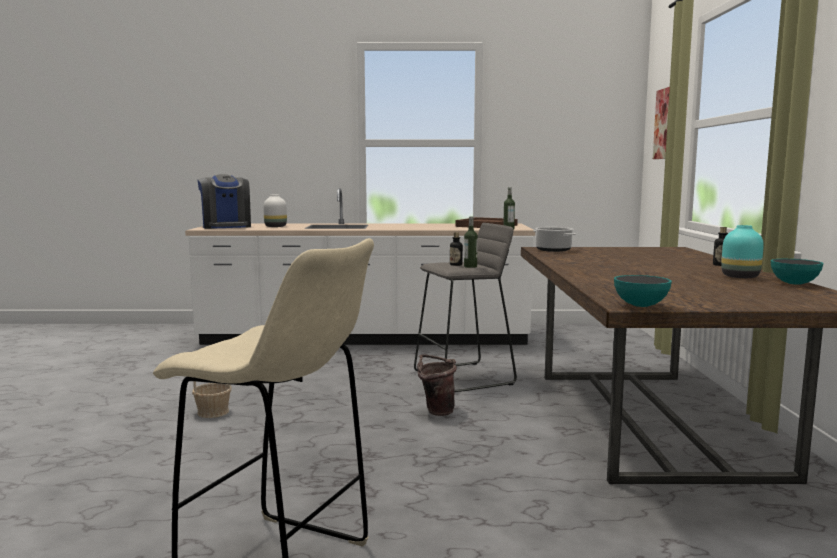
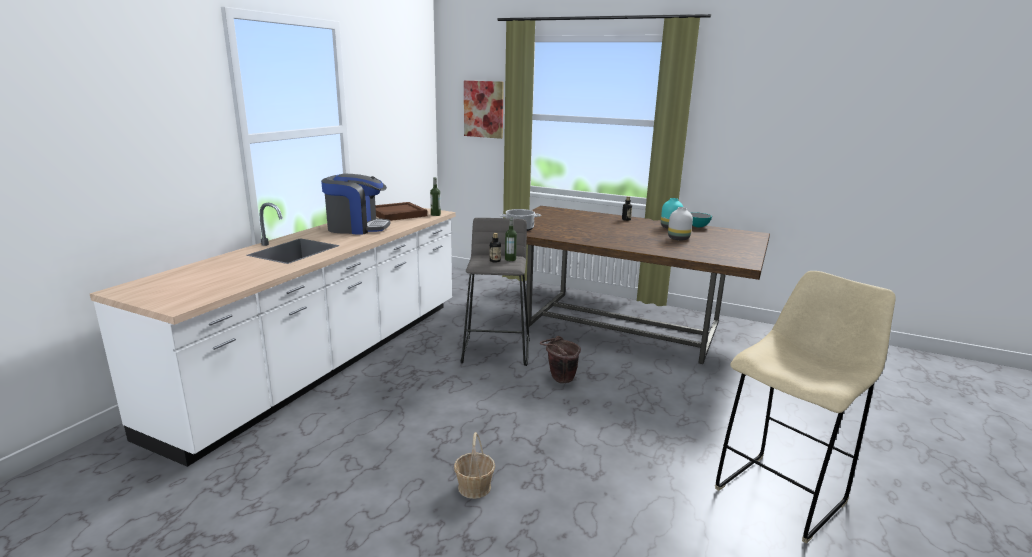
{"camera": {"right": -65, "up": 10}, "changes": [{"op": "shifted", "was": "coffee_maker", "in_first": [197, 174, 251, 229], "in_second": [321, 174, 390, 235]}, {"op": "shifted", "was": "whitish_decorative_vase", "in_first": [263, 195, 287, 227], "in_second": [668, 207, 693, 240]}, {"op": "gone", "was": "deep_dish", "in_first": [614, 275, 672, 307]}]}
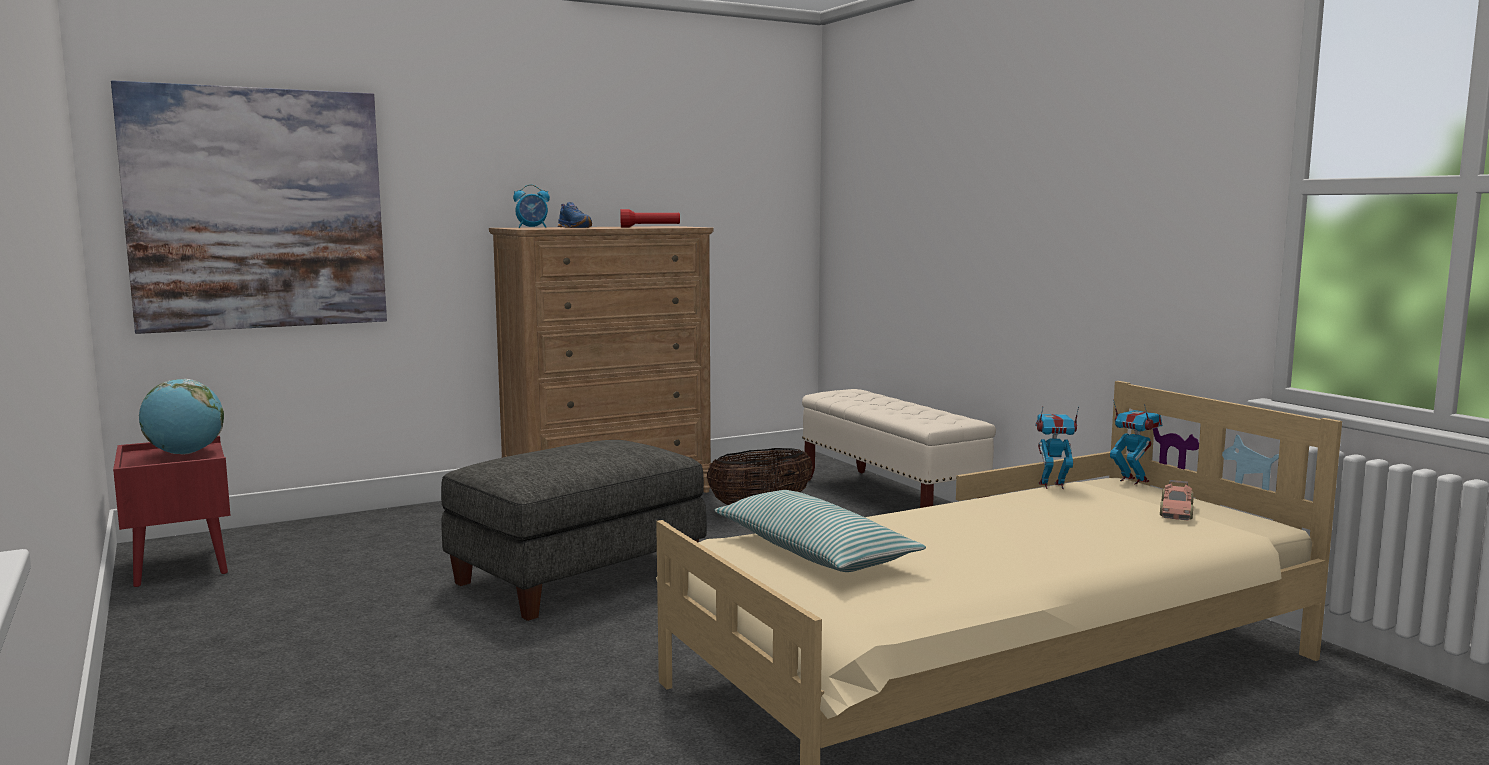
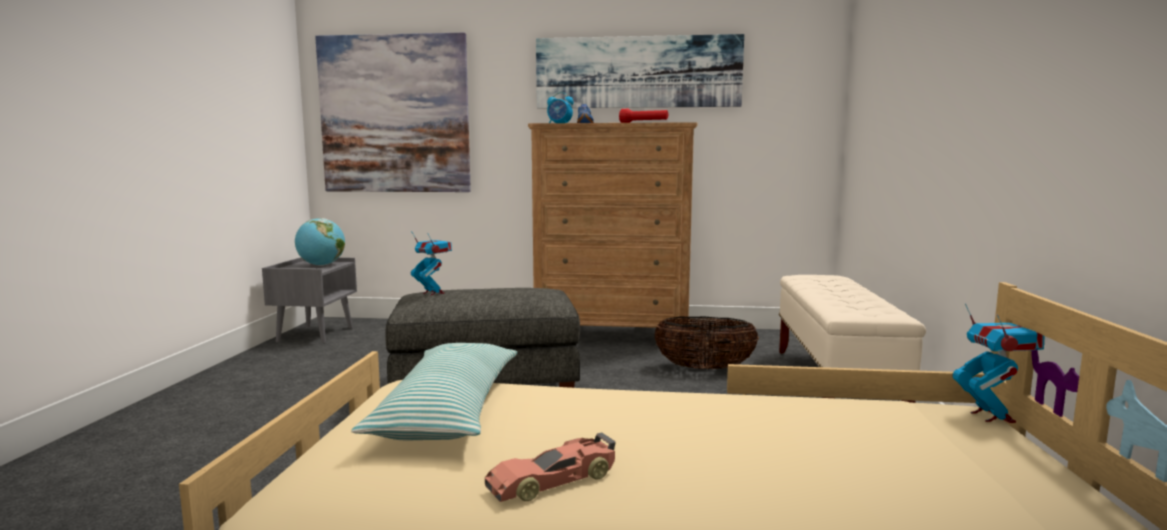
{"camera": {"right": 35, "up": 0}, "changes": [{"op": "repainted", "was": "reddish_night_table", "now": "greyish_night_table", "in_first": [113, 436, 230, 587], "in_second": [262, 257, 357, 344]}, {"op": "shifted", "was": "model_robot", "in_first": [1035, 407, 1079, 489], "in_second": [411, 232, 452, 295]}, {"op": "shifted", "was": "miniature_car", "in_first": [1160, 480, 1194, 521], "in_second": [485, 432, 616, 502]}, {"op": "new", "now": "wall_art", "in_second": [536, 34, 744, 108]}]}
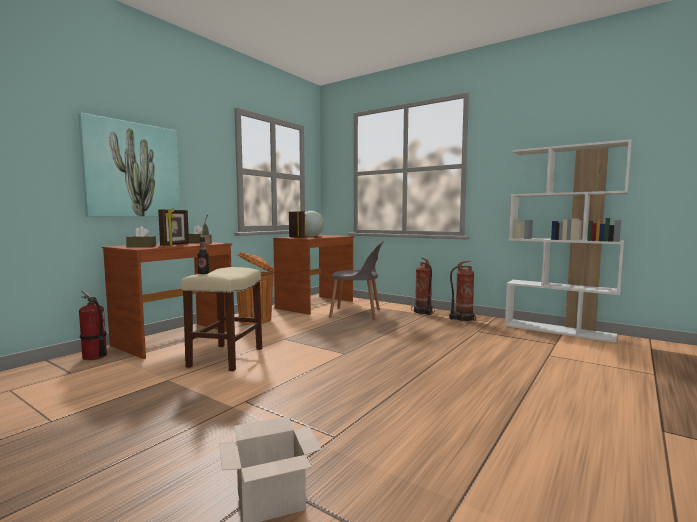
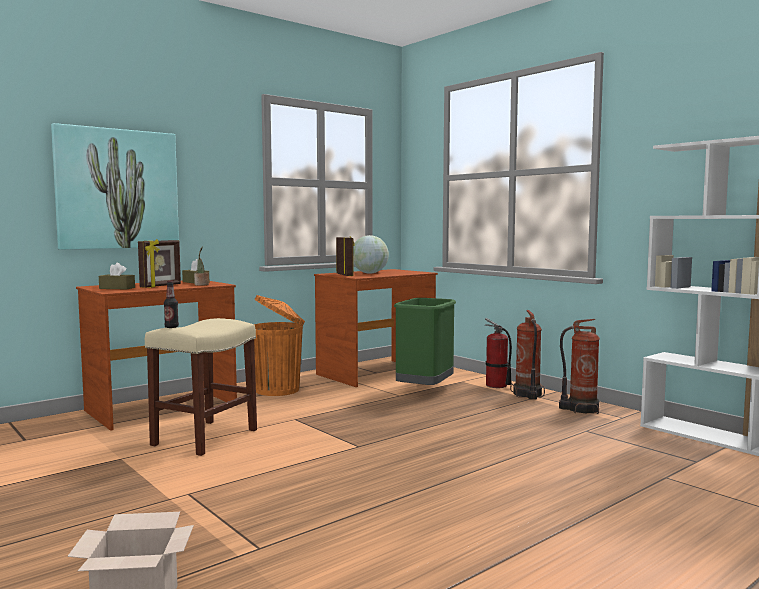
{"camera": {"right": 15, "up": 0}, "changes": [{"op": "swapped", "was": "greyish_upright_chair", "now": "green-coloured_rubbish_bin", "in_first": [329, 240, 384, 320], "in_second": [394, 298, 456, 385]}, {"op": "shifted", "was": "extinguisher", "in_first": [79, 290, 107, 360], "in_second": [484, 318, 512, 388]}]}
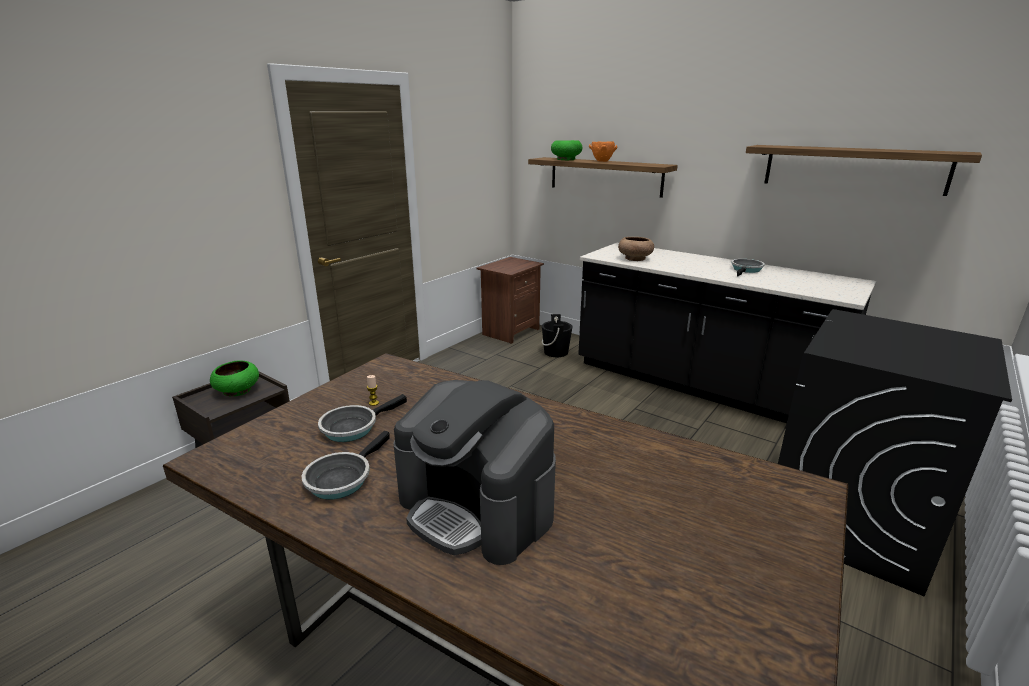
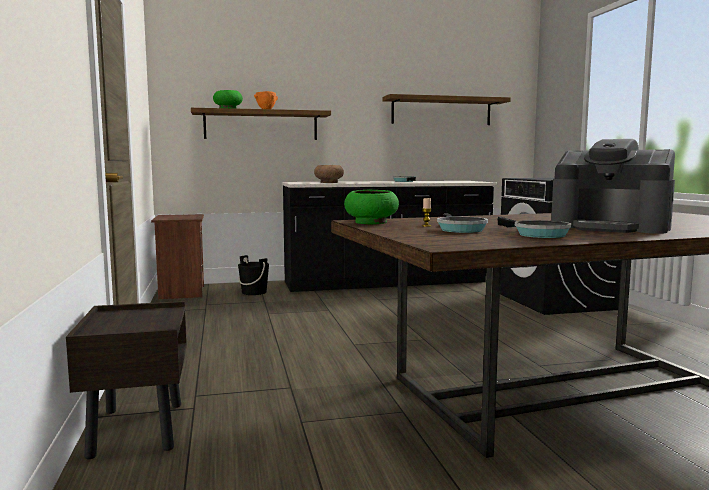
{"camera": {"right": -50, "up": -15}, "changes": [{"op": "shifted", "was": "green-coloured_deep_dish", "in_first": [210, 361, 259, 397], "in_second": [344, 190, 399, 224]}, {"op": "rotated", "was": "coffee_maker", "in_first": [393, 380, 556, 565], "in_second": [551, 139, 675, 234], "clockwise": 45}]}
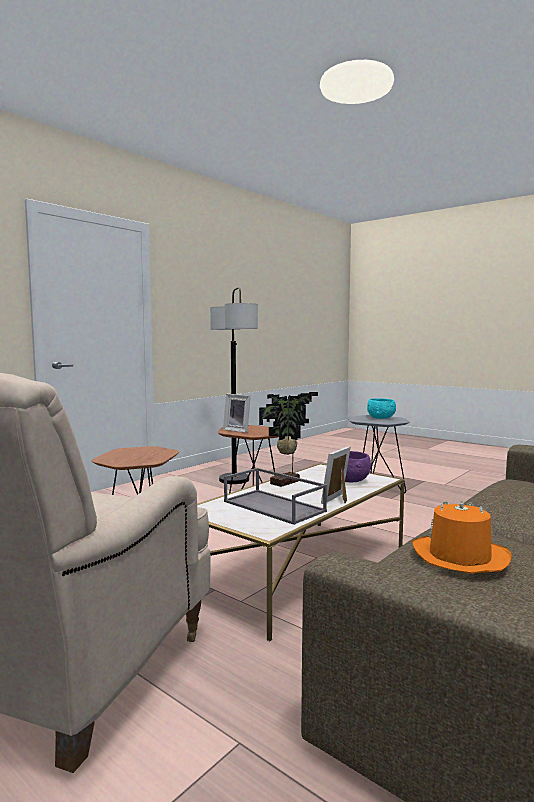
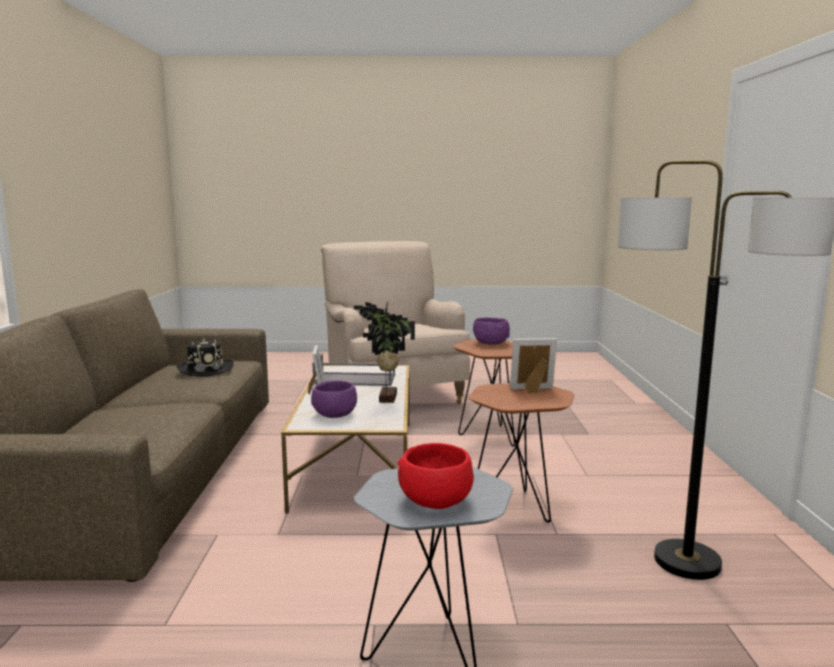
{"camera": {"right": 140, "up": 5}, "changes": [{"op": "repainted", "was": "orange_hat", "now": "blackish_hat", "in_first": [412, 500, 512, 574], "in_second": [176, 338, 233, 376]}, {"op": "repainted", "was": "turquoise-coloured_deep_dish", "now": "reddish_deep_dish", "in_first": [367, 398, 396, 419], "in_second": [398, 443, 474, 509]}, {"op": "new", "now": "purple_deep_dish", "in_second": [473, 318, 510, 345]}]}
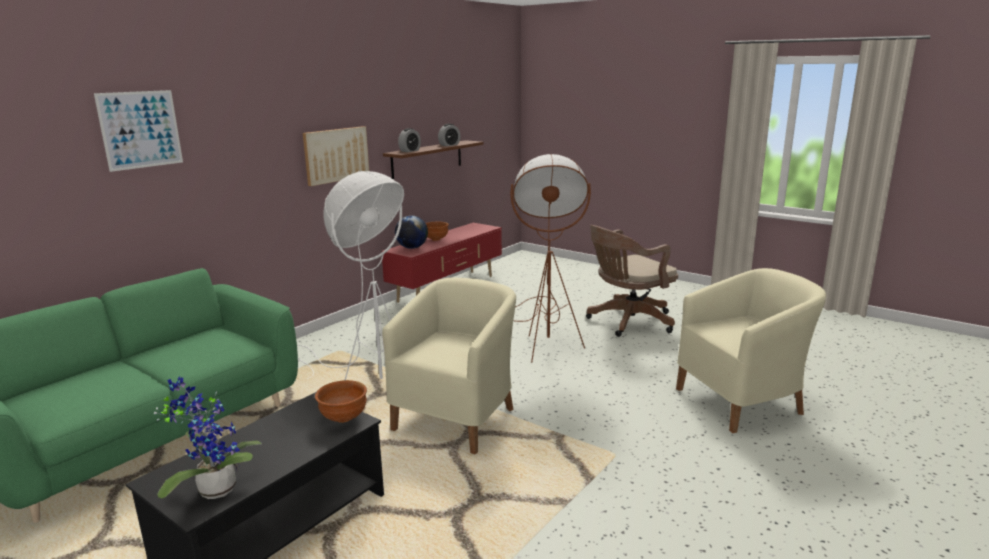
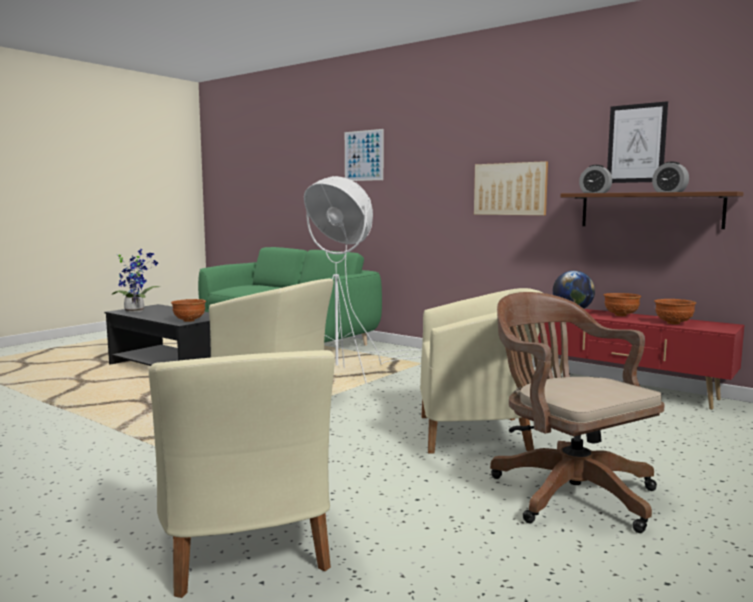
{"camera": {"right": 90, "up": -10}, "changes": [{"op": "swapped", "was": "brownish_standard_lamp", "now": "sand-coloured_easy_chair", "in_first": [510, 154, 591, 363], "in_second": [420, 288, 543, 453]}, {"op": "new", "now": "wall_art", "in_second": [607, 101, 668, 183]}, {"op": "new", "now": "brownish_deep_dish", "in_second": [654, 299, 696, 324]}]}
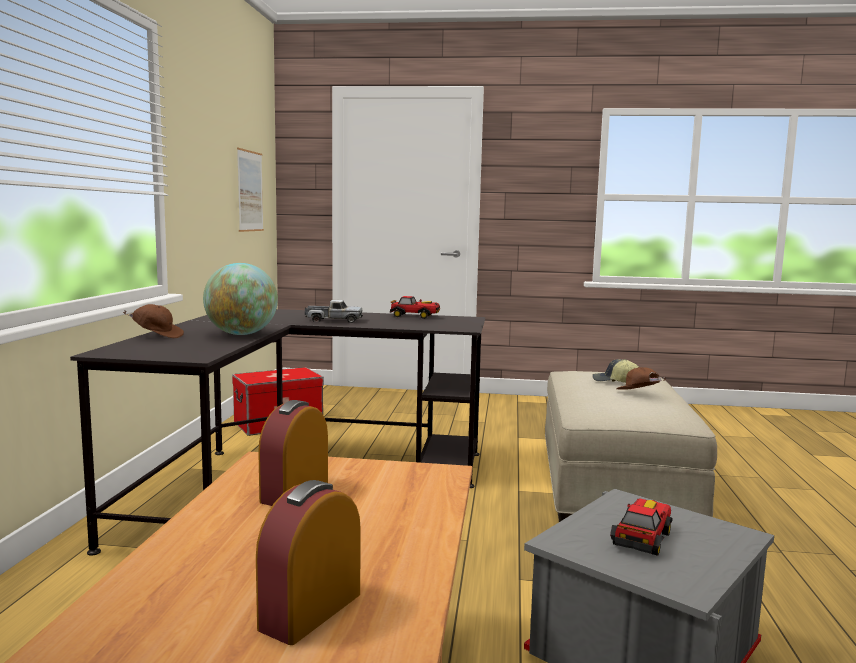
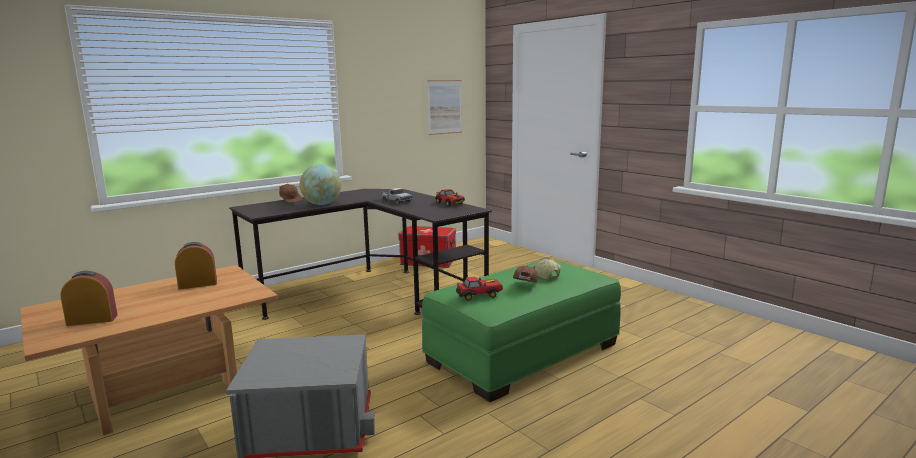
{"camera": {"right": 45, "up": 5}, "changes": [{"op": "repainted", "was": "sand-coloured_ottoman", "now": "green-coloured_ottoman", "in_first": [545, 371, 717, 522], "in_second": [422, 261, 621, 402]}, {"op": "shifted", "was": "miniature_car", "in_first": [610, 498, 673, 556], "in_second": [456, 277, 503, 301]}]}
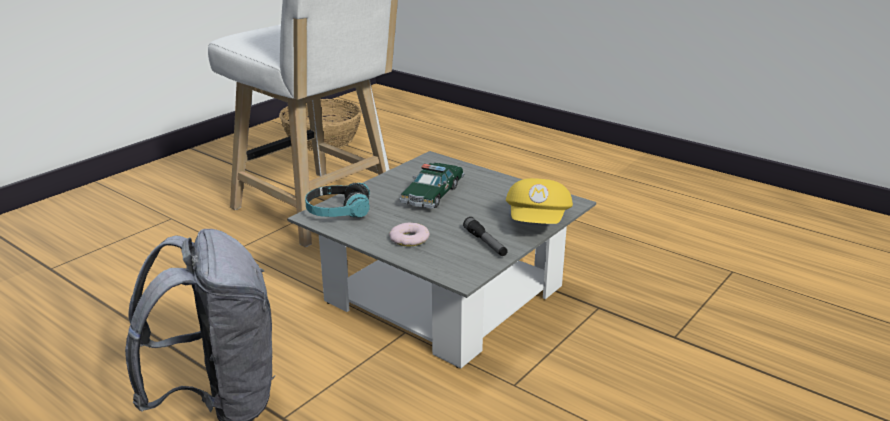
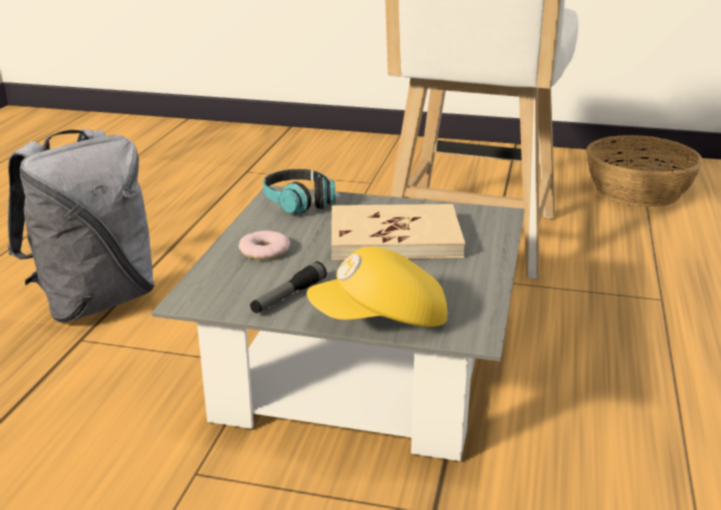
{"camera": {"right": 65, "up": 0}, "changes": [{"op": "swapped", "was": "miniature_car", "now": "sand-coloured_volume", "in_first": [399, 163, 465, 209], "in_second": [331, 204, 465, 260]}]}
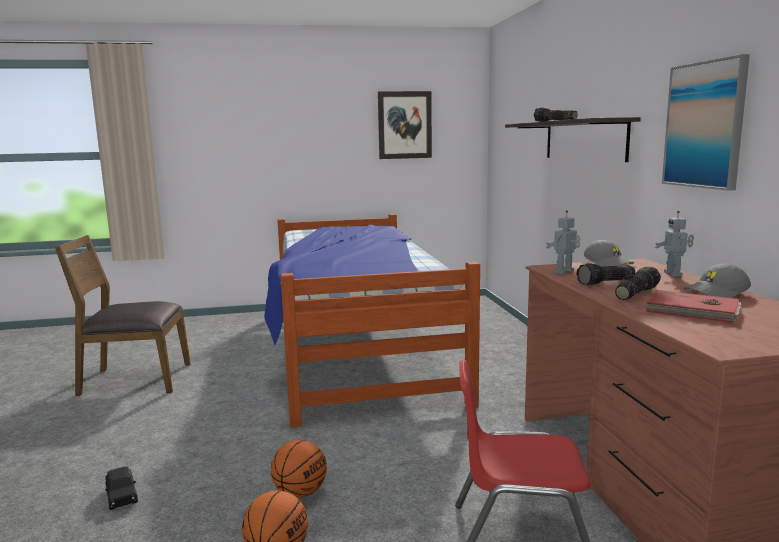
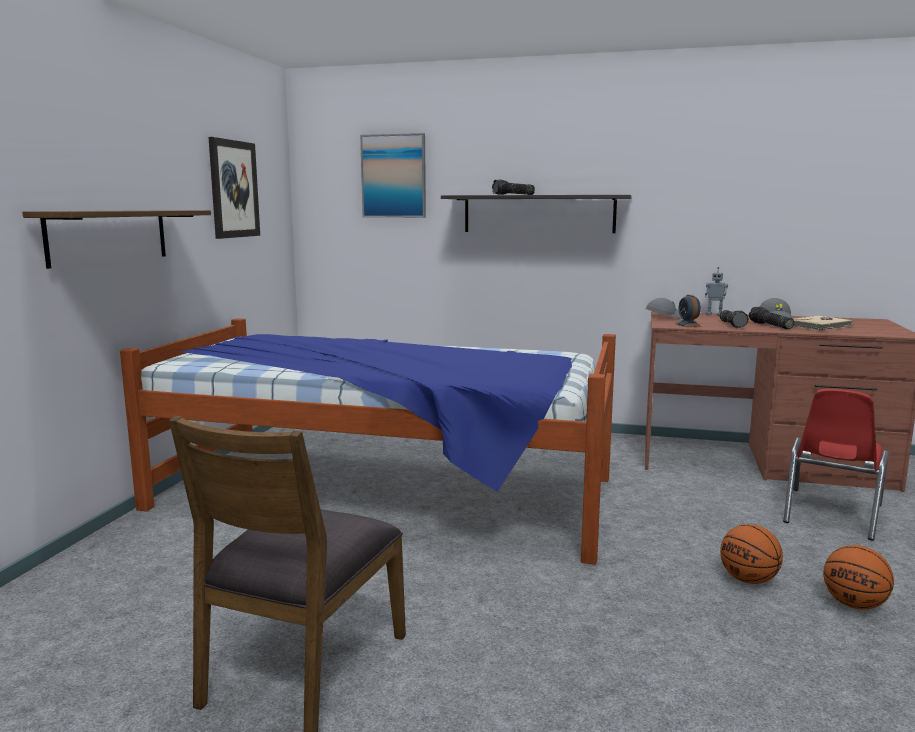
{"camera": {"right": -65, "up": 0}, "changes": [{"op": "new", "now": "shelf", "in_second": [22, 210, 211, 269]}, {"op": "shifted", "was": "wall_art", "in_first": [662, 54, 750, 191], "in_second": [360, 133, 426, 218]}, {"op": "swapped", "was": "model_robot", "now": "bedside_clock", "in_first": [546, 210, 580, 274], "in_second": [675, 294, 702, 327]}, {"op": "repainted", "was": "reddish_volume", "now": "sand-coloured_volume", "in_first": [645, 290, 742, 323], "in_second": [793, 316, 853, 331]}, {"op": "gone", "was": "blackish_miniature_car", "in_first": [105, 466, 138, 510]}]}
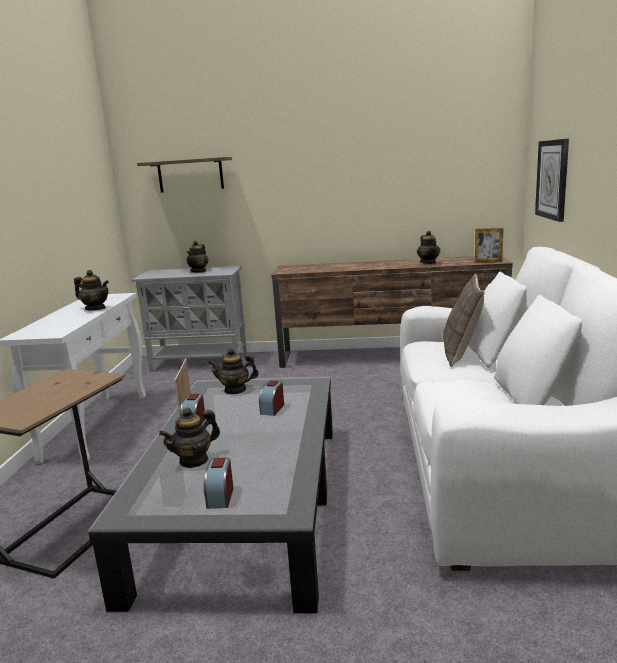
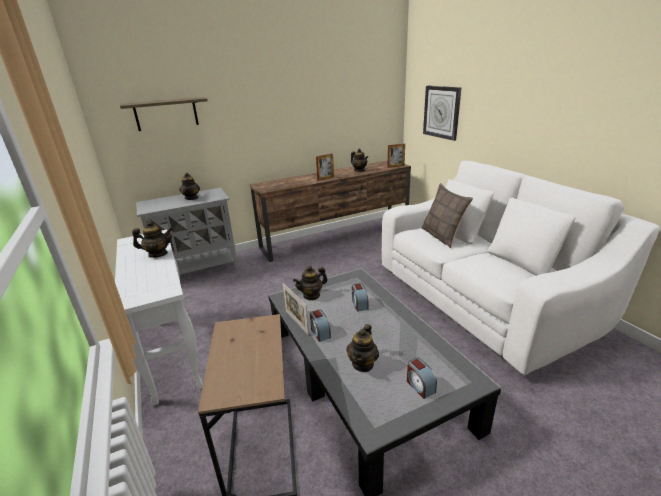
{"camera": {"right": -30, "up": 10}, "changes": [{"op": "new", "now": "picture_frame", "in_second": [316, 154, 334, 181]}]}
